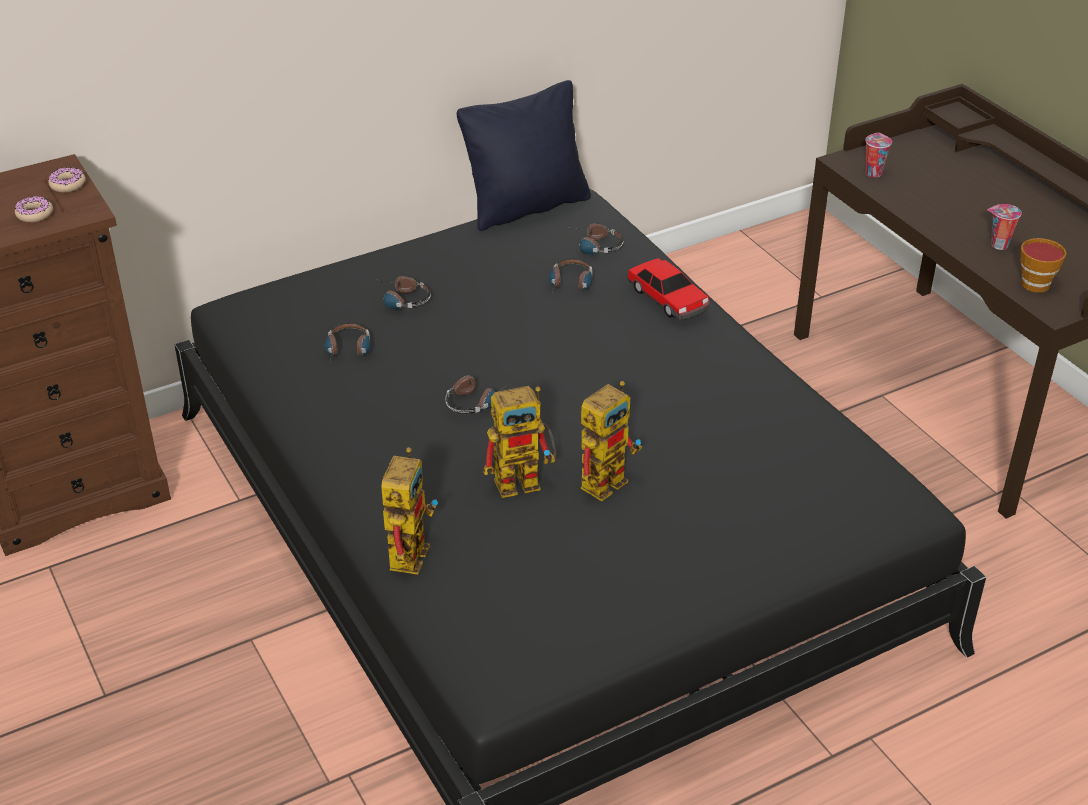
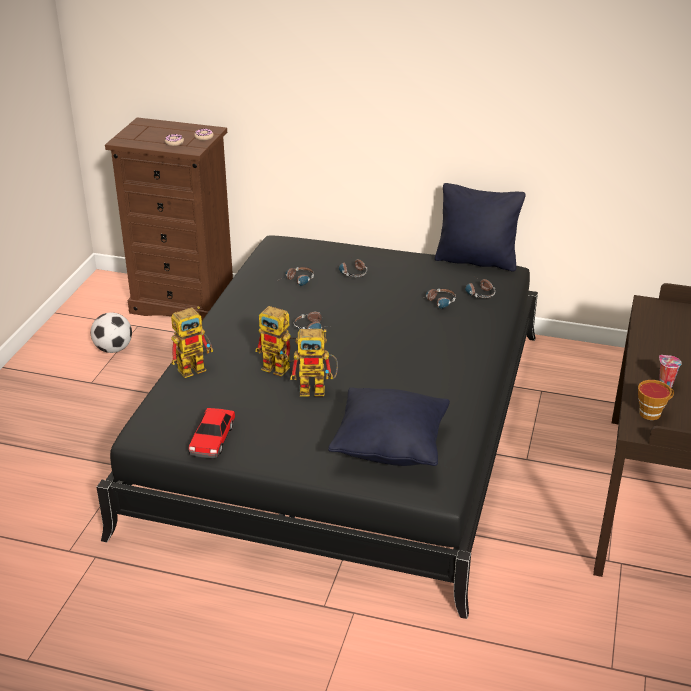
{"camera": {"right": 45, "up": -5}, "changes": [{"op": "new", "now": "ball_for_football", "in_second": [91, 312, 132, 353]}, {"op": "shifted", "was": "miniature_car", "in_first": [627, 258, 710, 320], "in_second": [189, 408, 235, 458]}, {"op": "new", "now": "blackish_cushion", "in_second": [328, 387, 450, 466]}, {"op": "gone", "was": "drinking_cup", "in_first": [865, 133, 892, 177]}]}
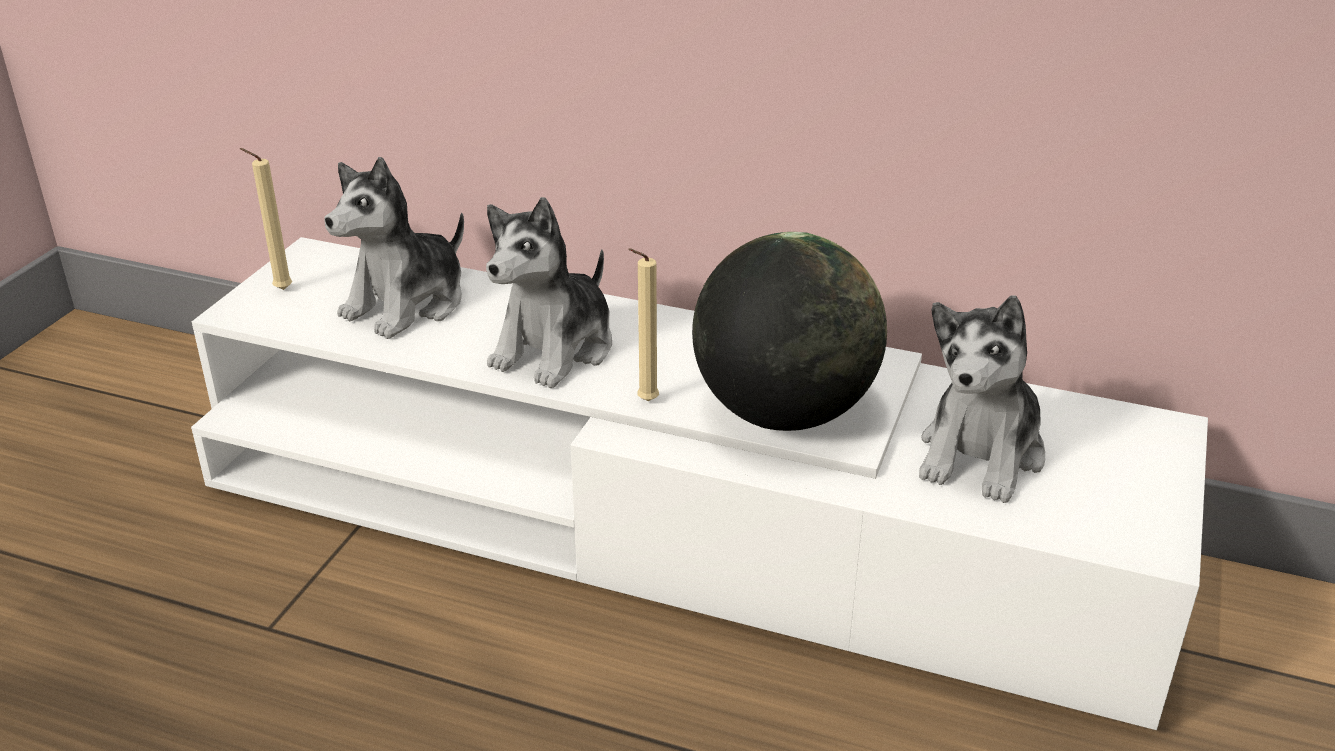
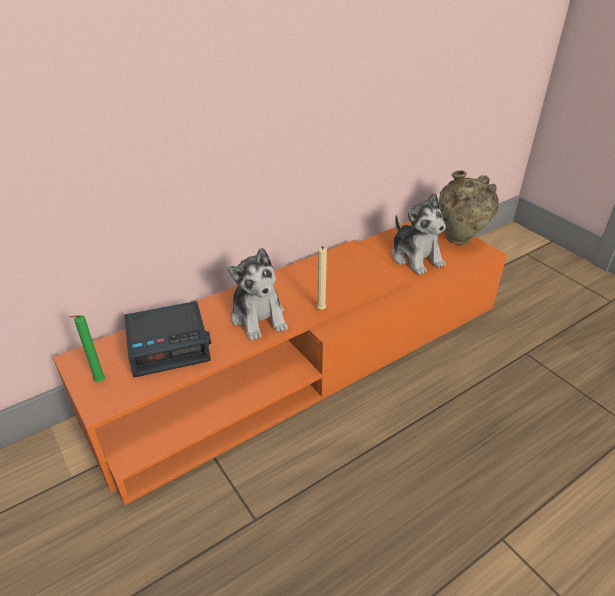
{"camera": {"right": -55, "up": 5}, "changes": [{"op": "repainted", "was": "whitish_media_console", "now": "orange_media_console", "in_first": [191, 237, 1208, 730], "in_second": [53, 221, 507, 505]}, {"op": "repainted", "was": "sand-coloured_wax_light", "now": "green-coloured_wax_light", "in_first": [239, 148, 292, 290], "in_second": [70, 315, 105, 382]}, {"op": "swapped", "was": "cuddly_toy", "now": "bedside_clock", "in_first": [324, 157, 464, 339], "in_second": [124, 301, 211, 377]}, {"op": "new", "now": "sand-coloured_decorative_vase", "in_second": [439, 170, 499, 245]}, {"op": "gone", "was": "desk_globe", "in_first": [692, 232, 887, 431]}]}
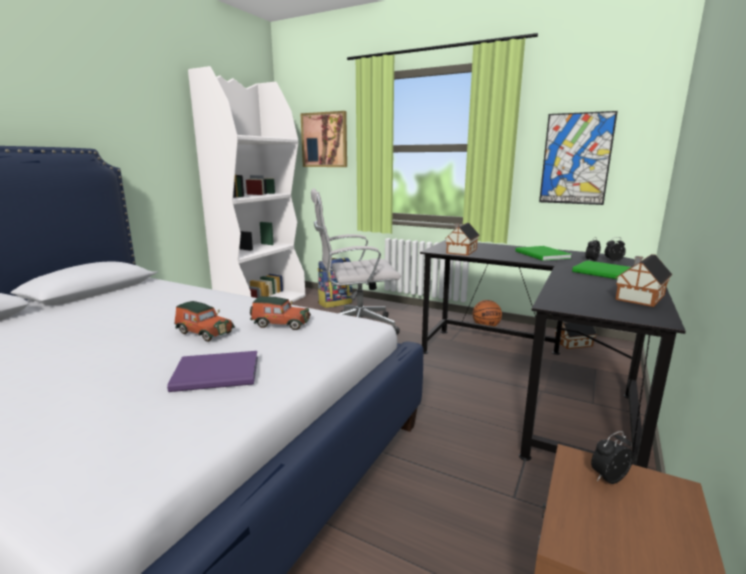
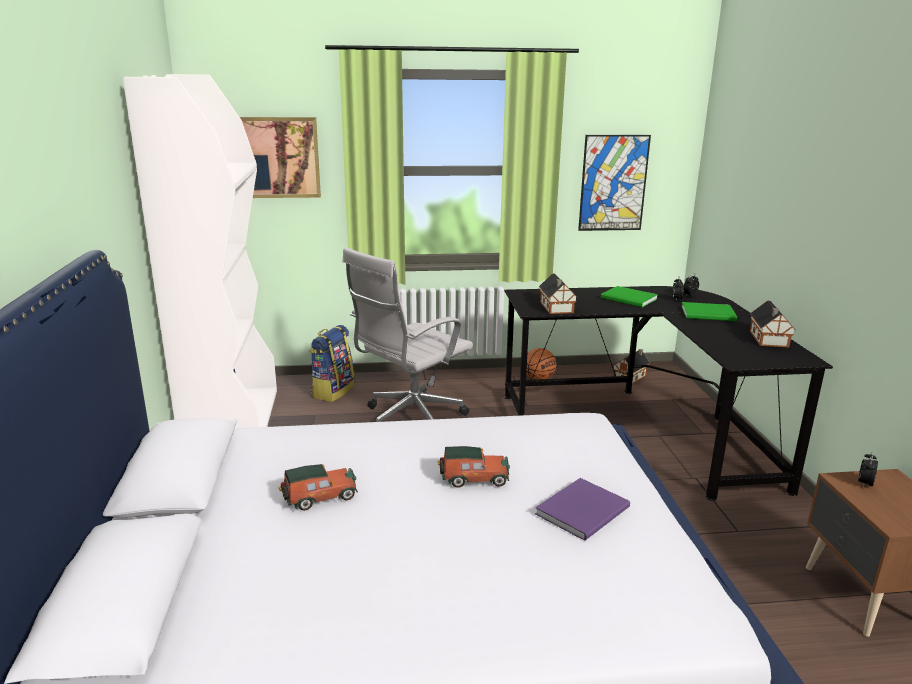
{"camera": {"right": -35, "up": 5}, "changes": [{"op": "shifted", "was": "miniature_car", "in_first": [250, 296, 311, 330], "in_second": [278, 464, 358, 511]}]}
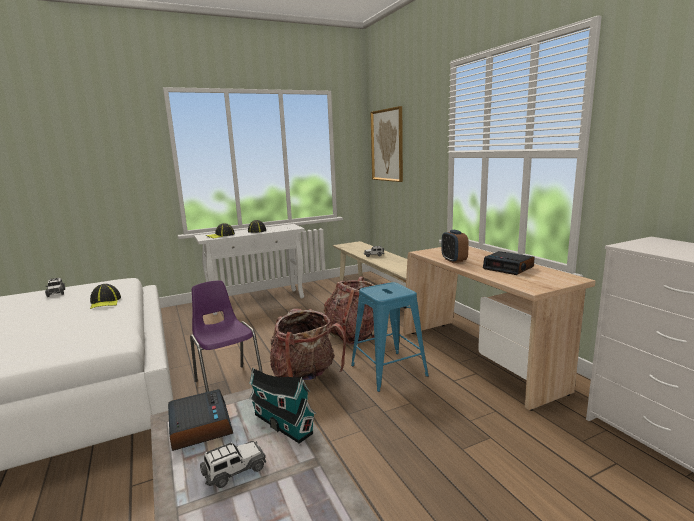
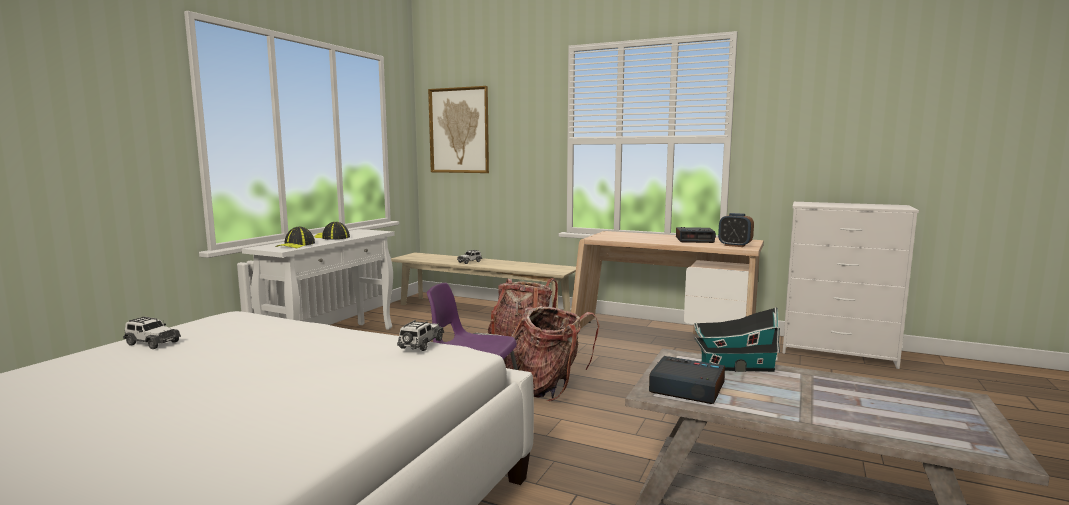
{"camera": {"right": -40, "up": -5}, "changes": [{"op": "shifted", "was": "miniature_car", "in_first": [200, 440, 266, 488], "in_second": [397, 320, 444, 351]}, {"op": "shifted", "was": "bedside_clock", "in_first": [441, 230, 469, 263], "in_second": [718, 213, 754, 247]}, {"op": "gone", "was": "peaked_cap", "in_first": [90, 284, 121, 309]}, {"op": "gone", "was": "blue-coloured_stool_seat", "in_first": [351, 282, 429, 392]}]}
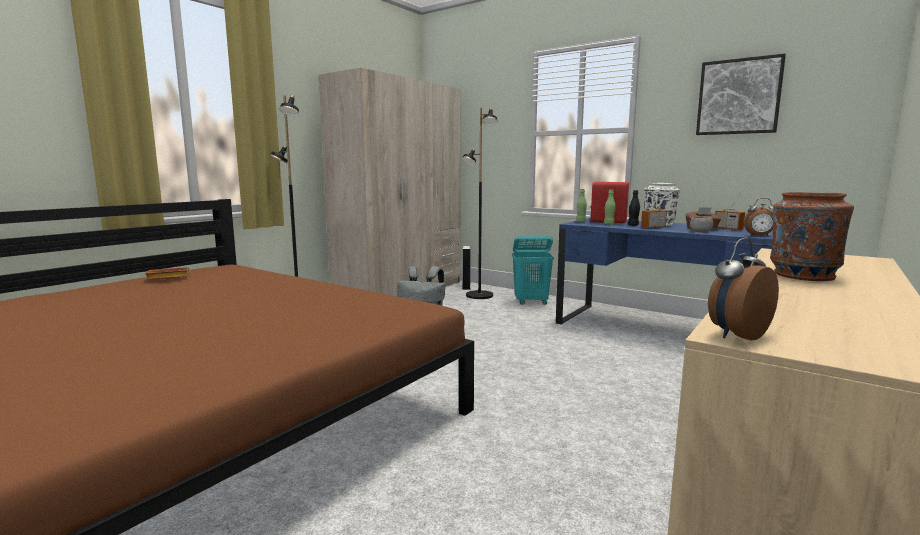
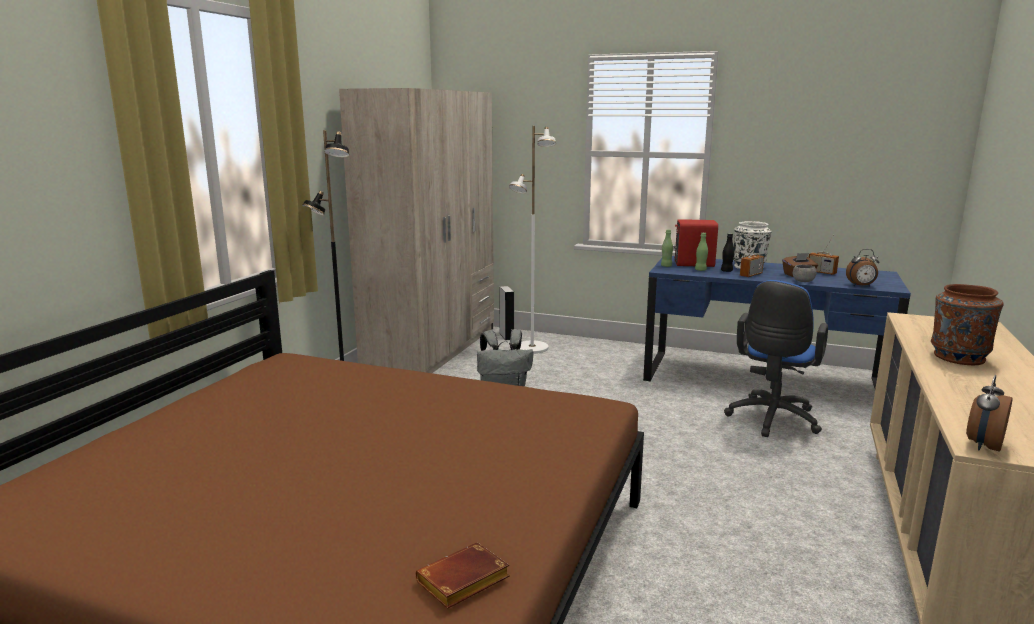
{"camera": {"right": -15, "up": 5}, "changes": [{"op": "shifted", "was": "brownish_volume", "in_first": [145, 267, 190, 280], "in_second": [416, 543, 510, 609]}, {"op": "repainted", "was": "blackish_standard_lamp", "now": "whitish_standard_lamp", "in_first": [462, 108, 498, 299], "in_second": [509, 126, 556, 354]}, {"op": "new", "now": "blue-coloured_desk_chair", "in_second": [724, 280, 828, 437]}, {"op": "gone", "was": "turquoise-coloured_laundry_basket", "in_first": [512, 236, 554, 305]}, {"op": "gone", "was": "wall_art", "in_first": [696, 54, 786, 135]}]}
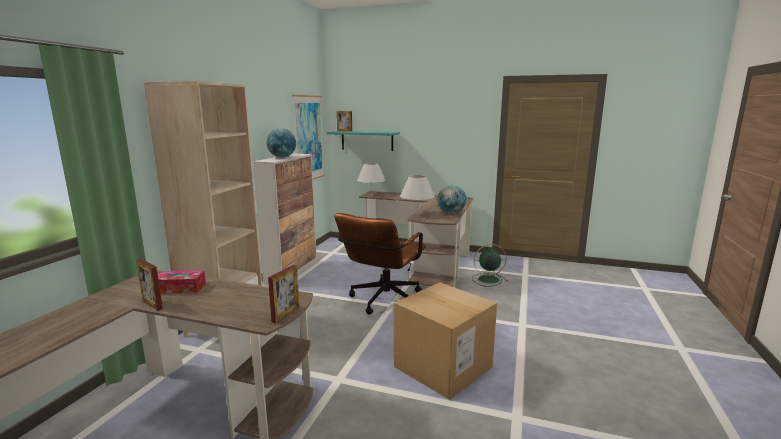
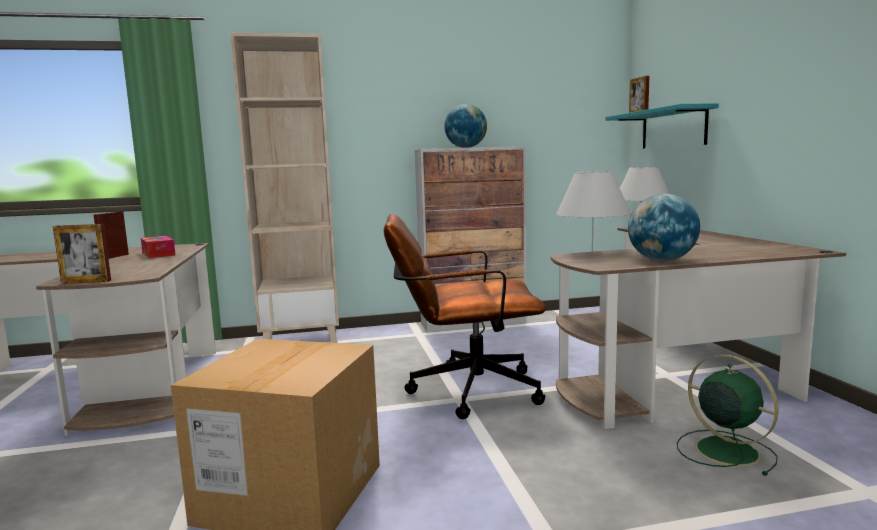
{"camera": {"right": 60, "up": -5}, "changes": [{"op": "gone", "was": "wall_art", "in_first": [292, 95, 325, 180]}]}
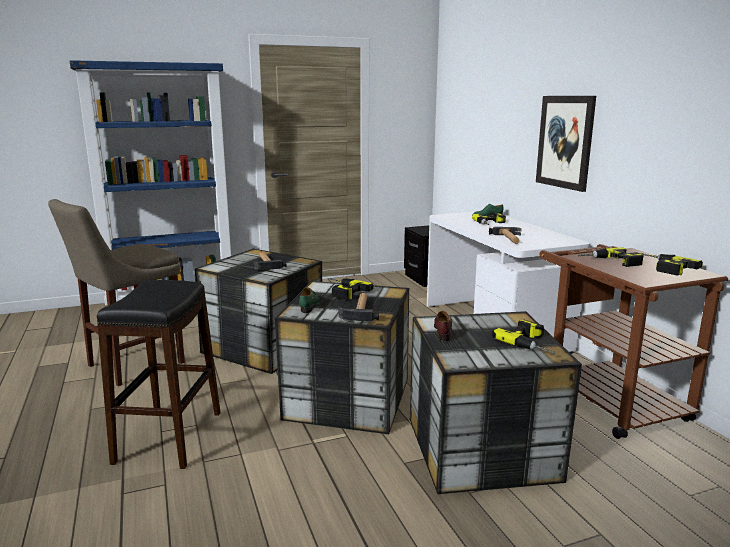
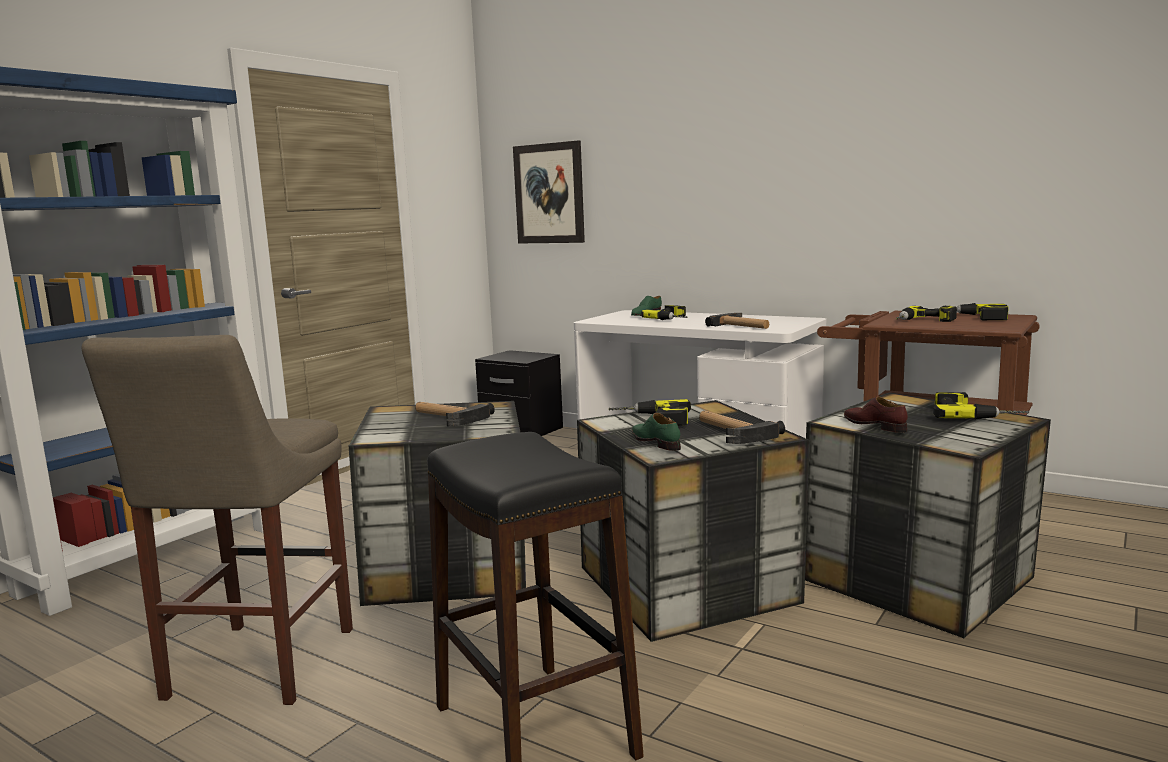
{"camera": {"right": -35, "up": -5}, "changes": [{"op": "shifted", "was": "wall_art", "in_first": [536, 96, 596, 192], "in_second": [513, 141, 585, 244]}]}
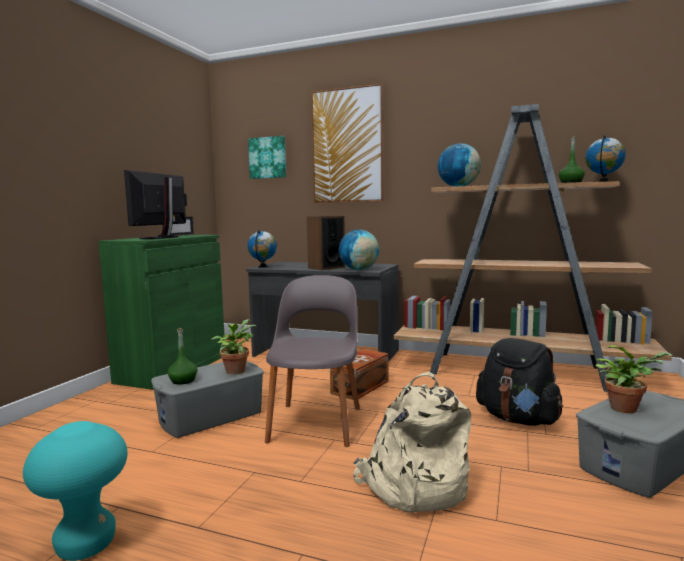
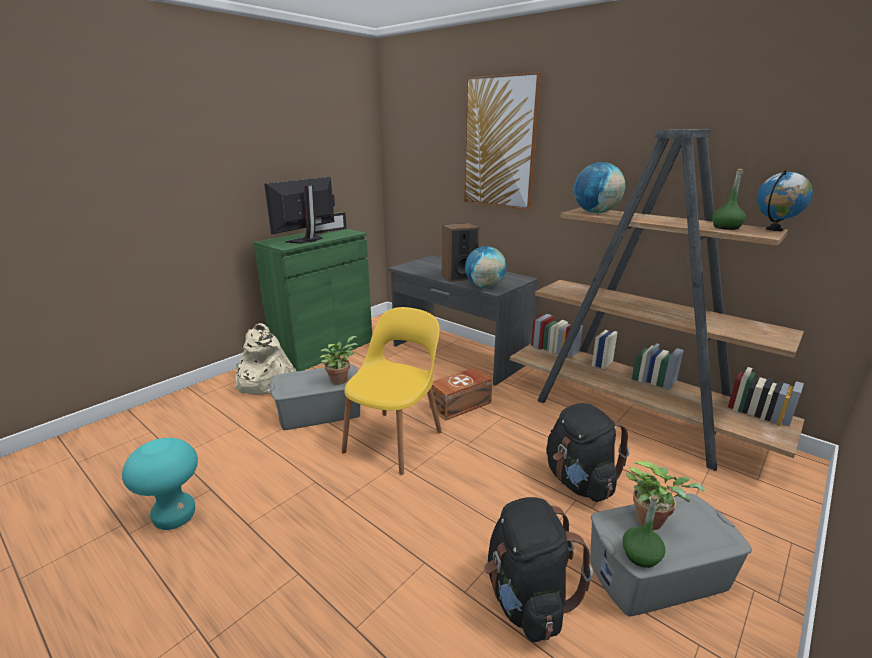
{"camera": {"right": 20, "up": 15}, "changes": [{"op": "shifted", "was": "sand-coloured_rucksack", "in_first": [353, 372, 471, 513], "in_second": [234, 323, 297, 395]}, {"op": "repainted", "was": "greyish_upright_chair", "now": "yellowish_upright_chair", "in_first": [265, 275, 360, 447], "in_second": [341, 307, 442, 475]}, {"op": "new", "now": "blackish_rucksack", "in_second": [484, 497, 593, 642]}, {"op": "shifted", "was": "green-coloured_bottle", "in_first": [168, 328, 197, 384], "in_second": [622, 495, 666, 568]}, {"op": "gone", "was": "wall_art", "in_first": [248, 136, 286, 179]}, {"op": "gone", "was": "desk_globe", "in_first": [248, 230, 277, 268]}]}
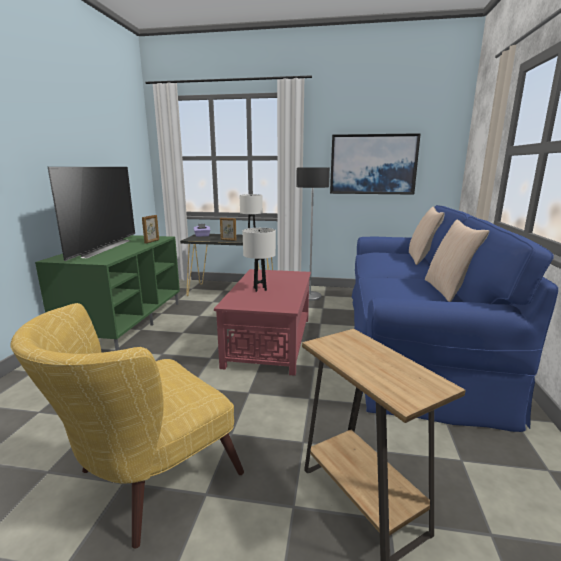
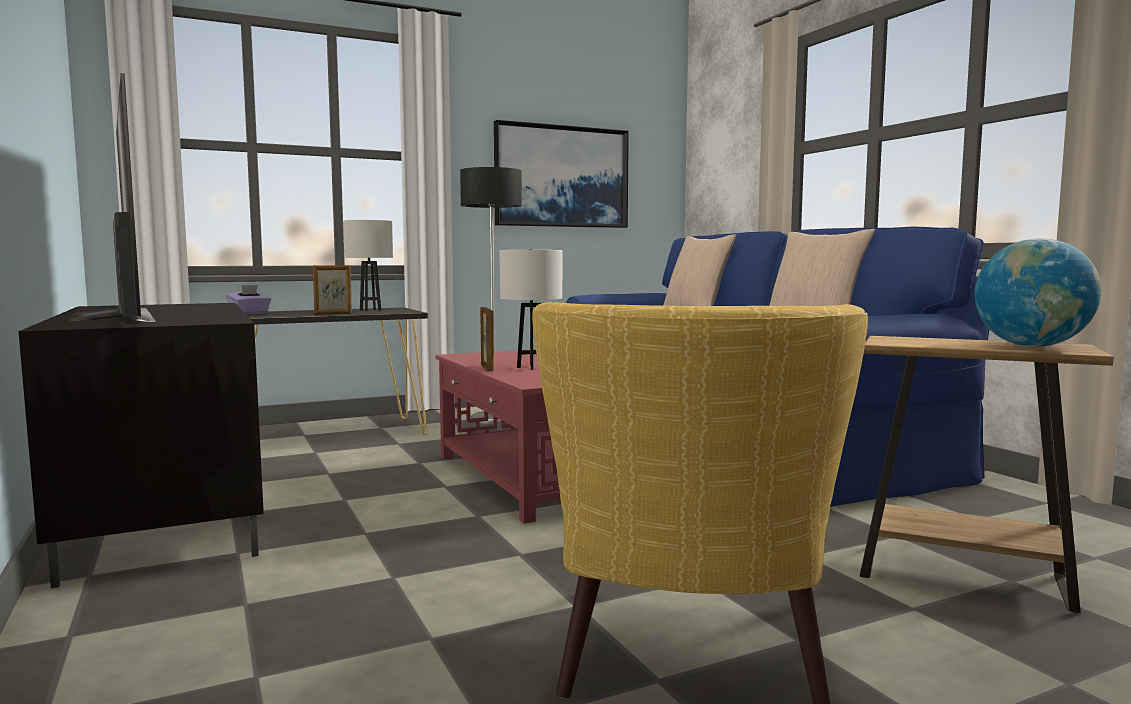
{"camera": {"right": -35, "up": -10}, "changes": [{"op": "repainted", "was": "green-coloured_media_console", "now": "blackish_media_console", "in_first": [35, 235, 180, 351], "in_second": [18, 303, 264, 588]}, {"op": "shifted", "was": "picture_frame", "in_first": [142, 215, 159, 244], "in_second": [480, 307, 494, 372]}, {"op": "new", "now": "desk_globe", "in_second": [975, 238, 1101, 347]}]}
